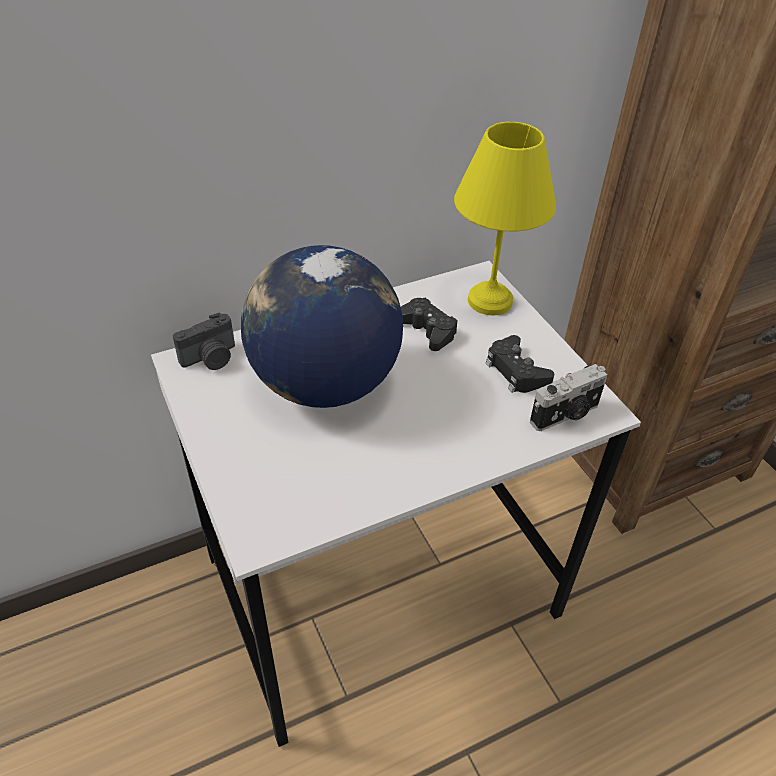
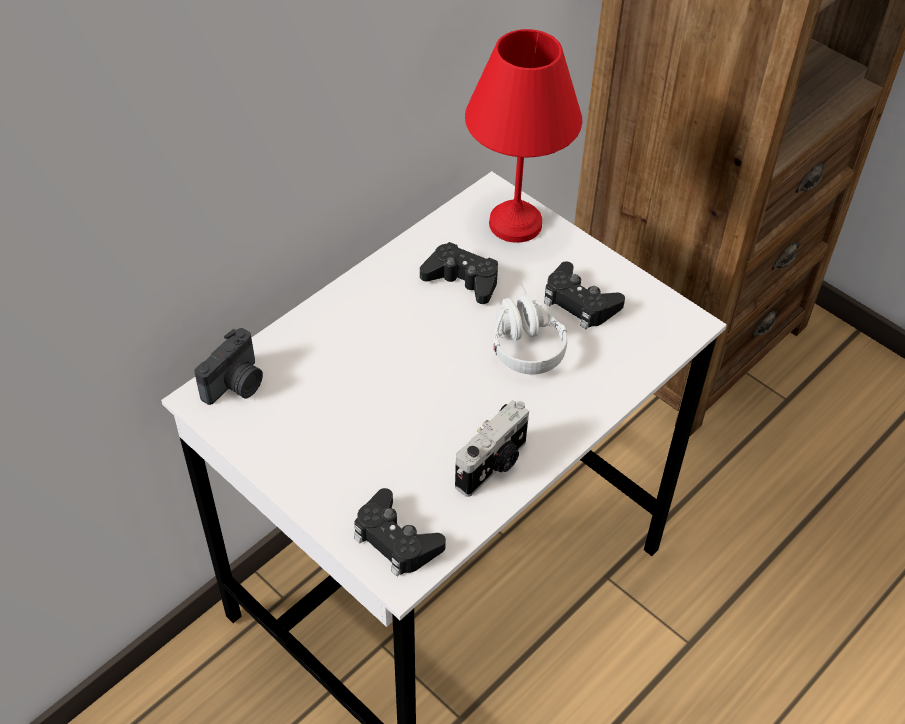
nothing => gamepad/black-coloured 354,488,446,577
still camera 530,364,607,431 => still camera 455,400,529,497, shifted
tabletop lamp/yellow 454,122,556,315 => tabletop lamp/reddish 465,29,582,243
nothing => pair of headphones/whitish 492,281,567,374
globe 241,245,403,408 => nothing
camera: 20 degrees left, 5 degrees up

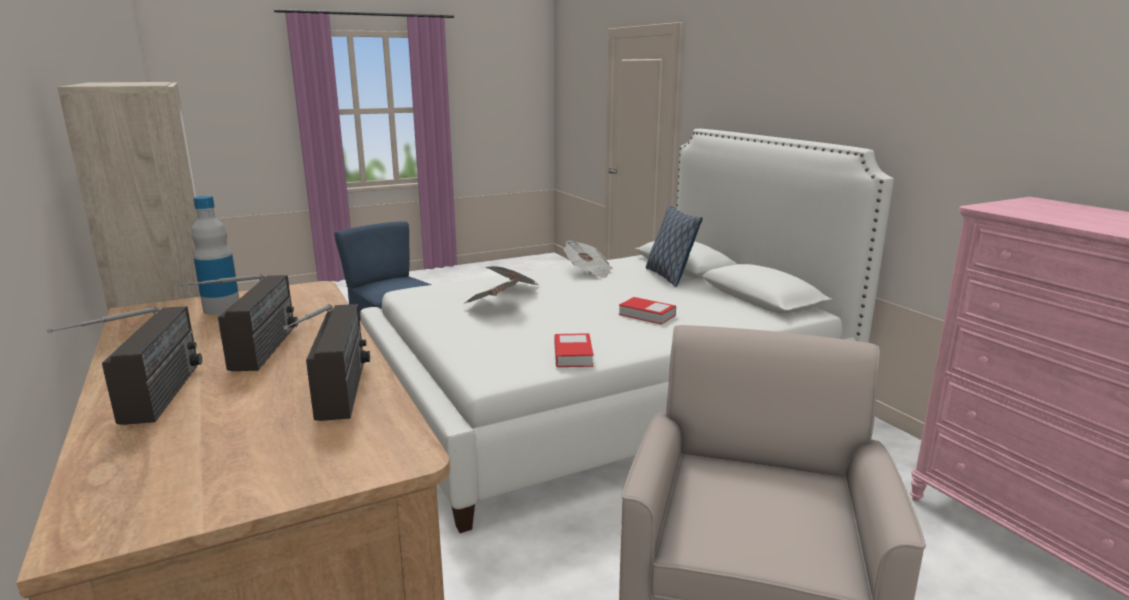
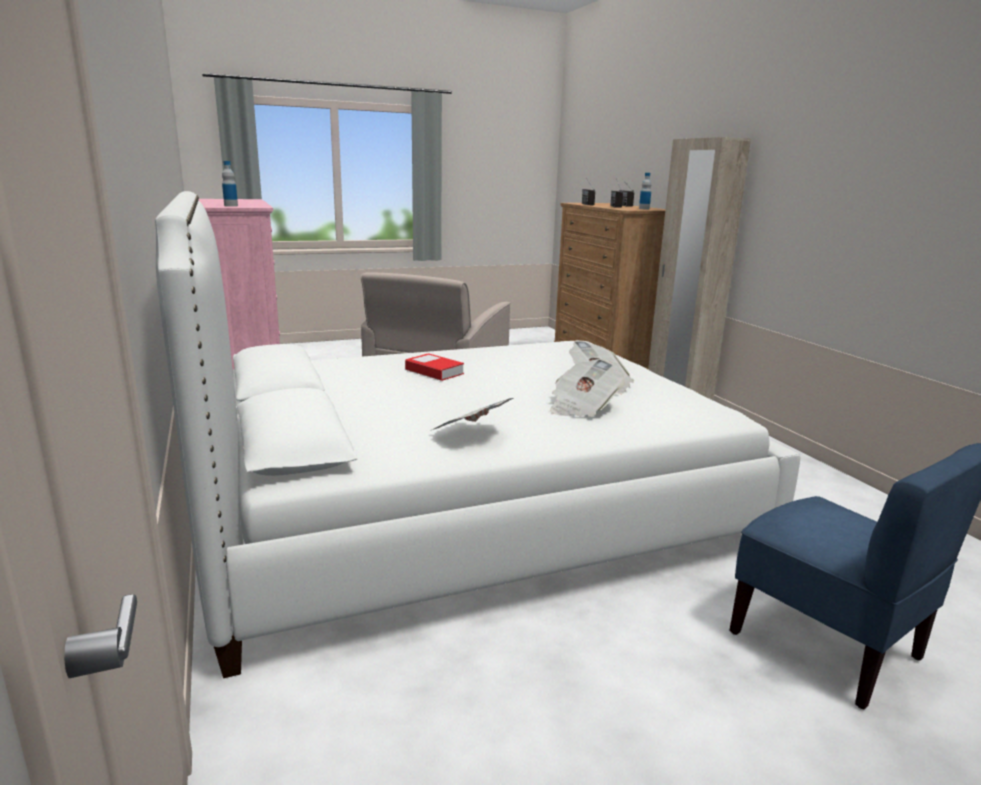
nothing => bottle 222,161,238,207
bound book 555,333,593,367 => nothing
cushion 646,205,703,287 => nothing
camera: 175 degrees left, 0 degrees up

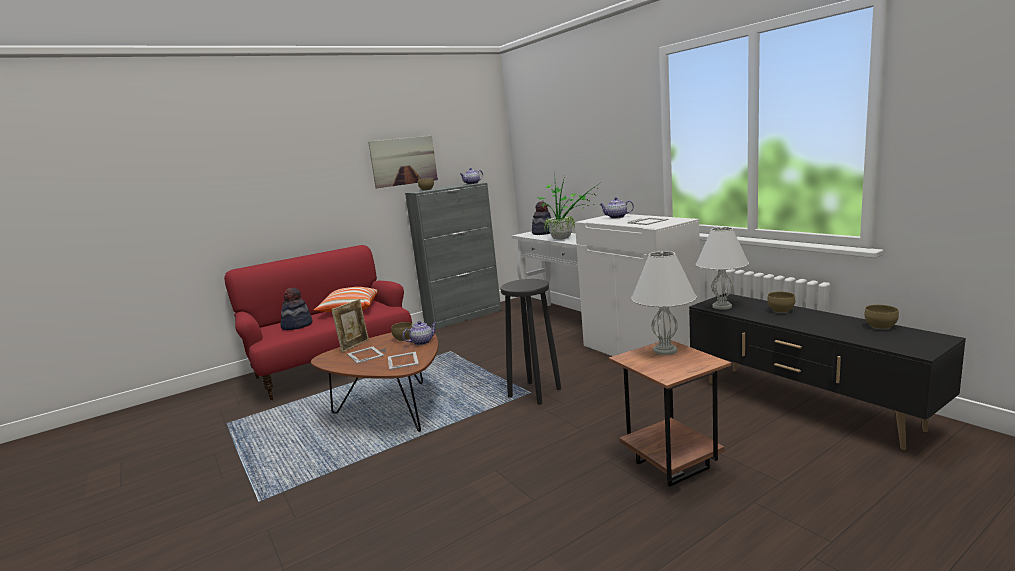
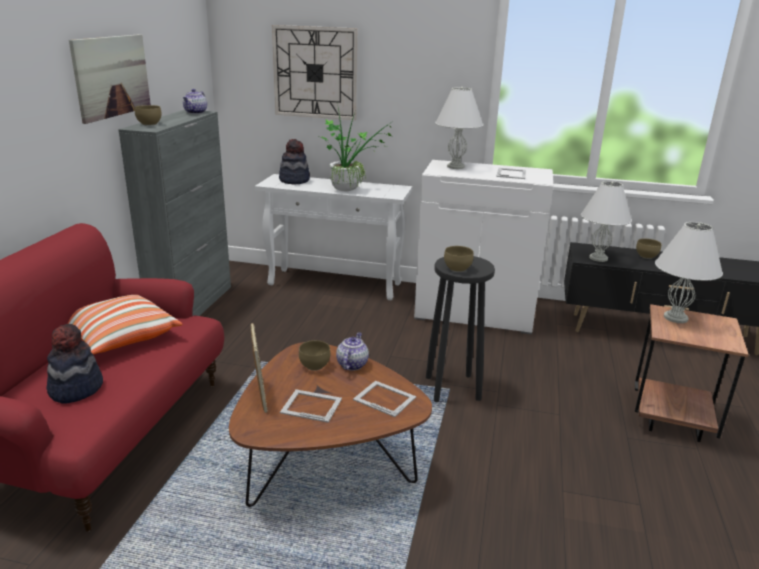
nothing => clock on the wall 272,25,358,120
pot for tea 599,197,634,219 => tabletop lamp/whitish 435,87,483,169
serving bowl/brownish 864,305,899,329 => serving bowl/brownish 444,246,474,272, shifted
camera: 45 degrees left, 10 degrees up

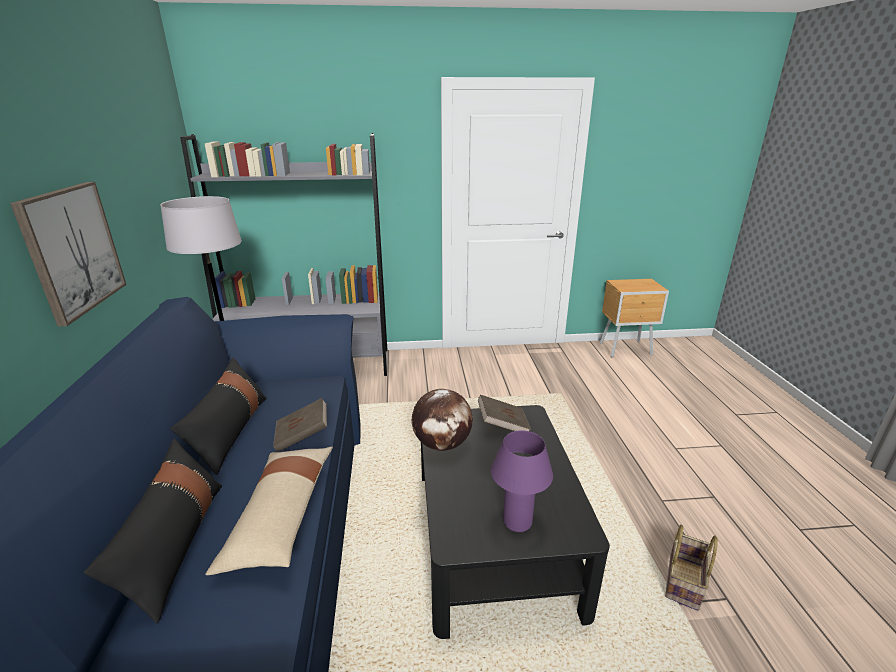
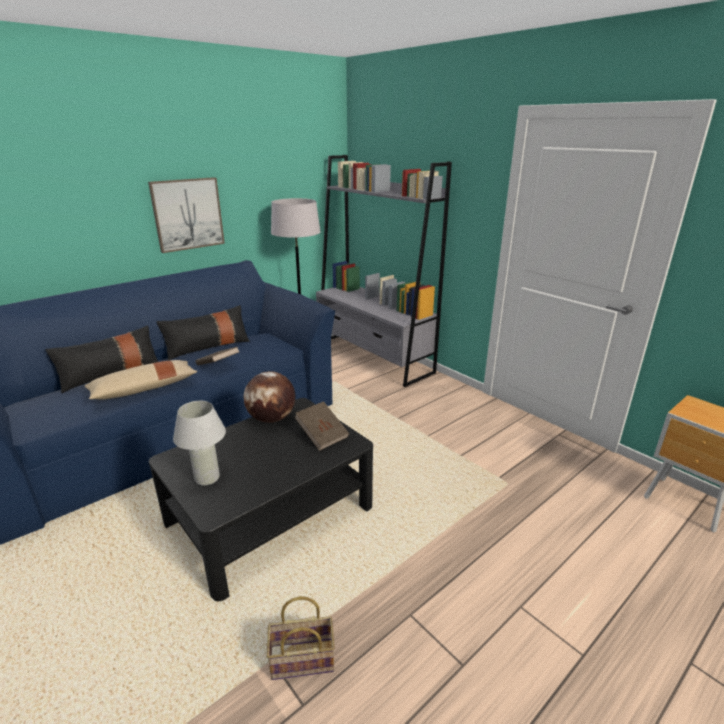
tabletop lamp/purplish 491,431,553,532 => tabletop lamp/whitish 173,401,226,486
camera: 55 degrees right, 0 degrees up

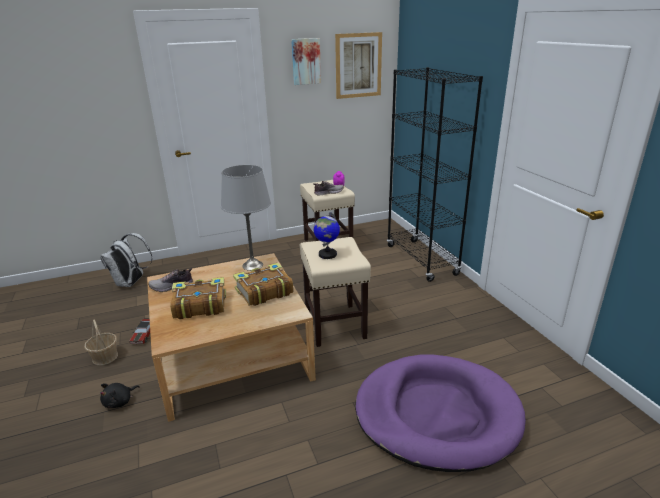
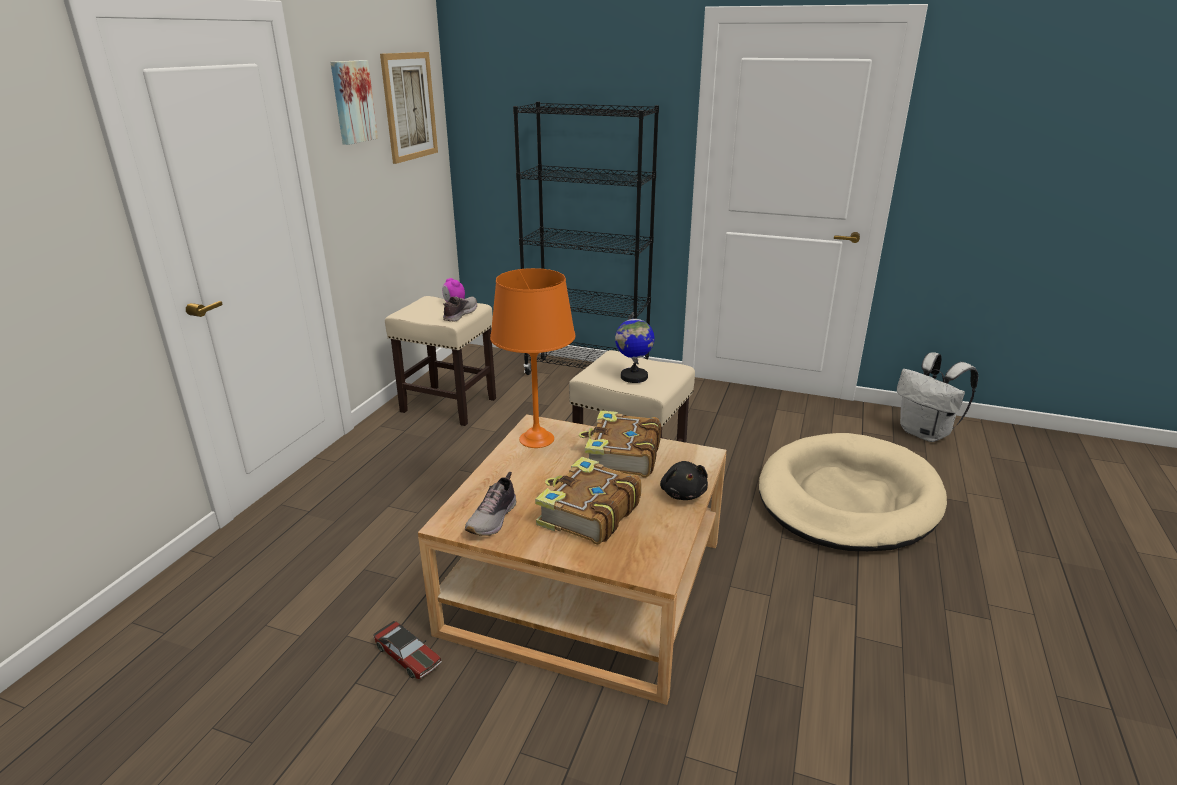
tabletop lamp/grey 221,165,271,271 => tabletop lamp/orangey 490,268,575,448
cuddly toy/black-coloured 100,383,140,408 => cuddly toy/black-coloured 660,461,708,500, shifted
dog cushion/purplish 355,354,526,472 => dog cushion/beige 759,433,947,551
rucksack/whitish 100,233,152,287 => rucksack/whitish 897,352,978,442, shifted
household basket 84,320,118,365 => nothing
camera: 50 degrees left, 0 degrees up

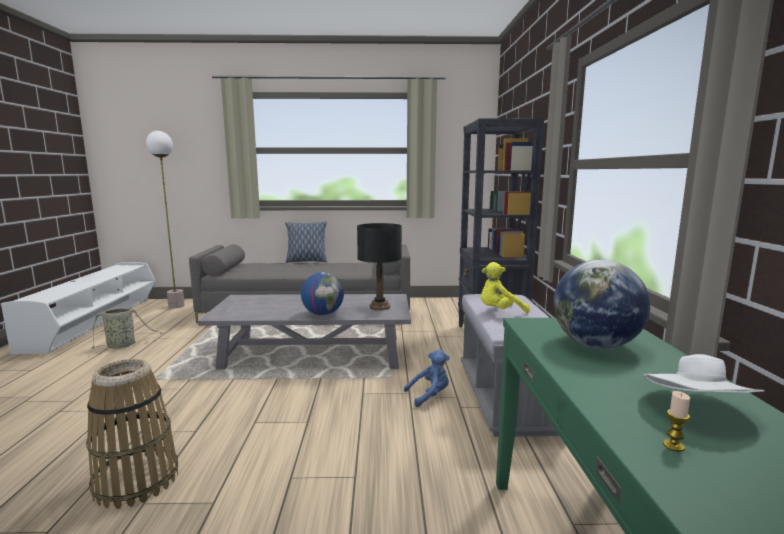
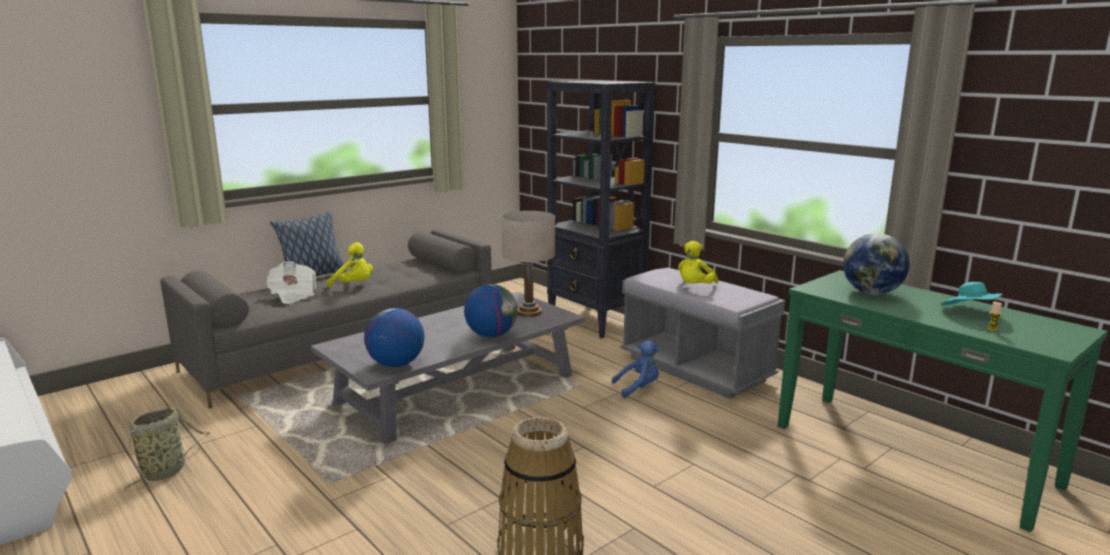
nothing => newspaper 266,262,316,304
nothing => cuddly toy/yellow 327,242,373,287
nothing => globe 364,308,424,367
tabletop lamp/black-coloured 357,223,402,311 => tabletop lamp/beige 501,211,555,317
cuddly toy/bluish 404,350,450,407 => cuddly toy/bluish 612,341,660,398, 45 degrees clockwise
clothing hat/whitish 642,354,764,393 => clothing hat/turquoise 941,282,1002,306
standard lamp 146,131,185,308 => nothing
camera: 40 degrees left, 5 degrees up

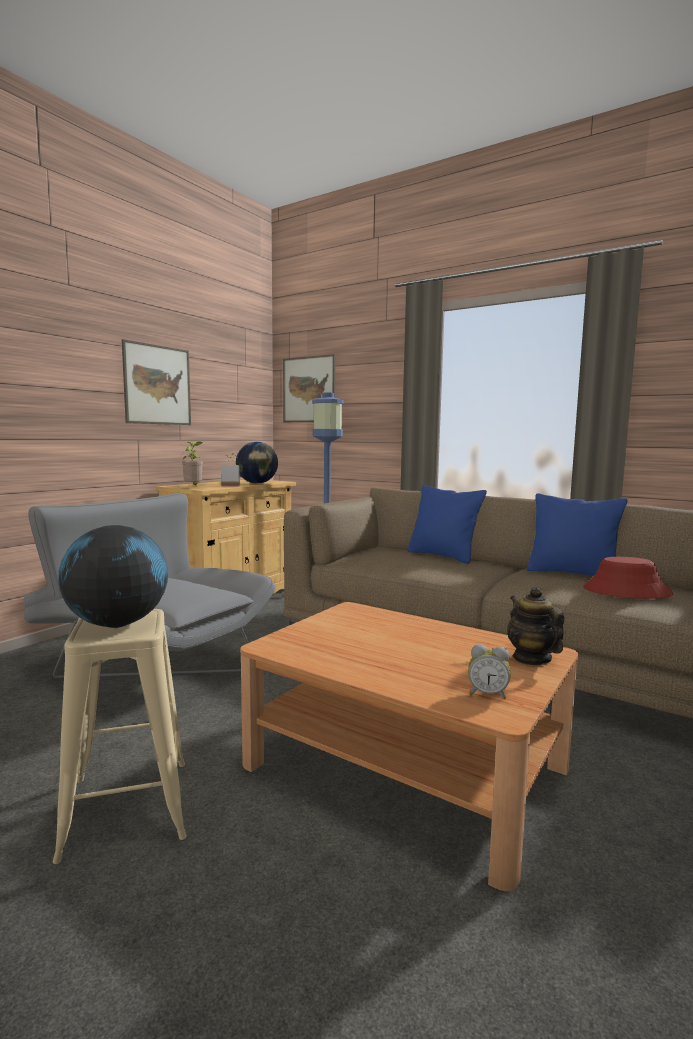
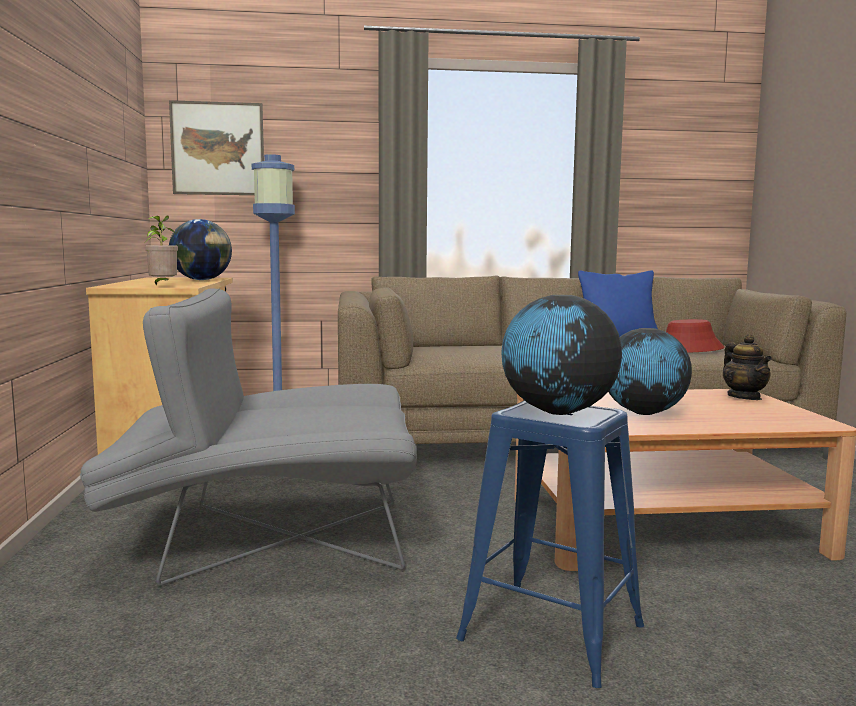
stool seat/beige 53,609,187,864 => stool seat/bluish 456,400,644,688
nothing => globe 608,328,692,415
pot for tea 507,587,564,665 => pot for tea 723,334,772,400, 135 degrees counterclockwise
wall art 122,339,191,425 => nothing
potted plant 221,453,240,486 => nothing
cushion/bluish 407,485,487,564 => nothing
alarm clock 468,644,510,700 => nothing
camera: 40 degrees left, 0 degrees up

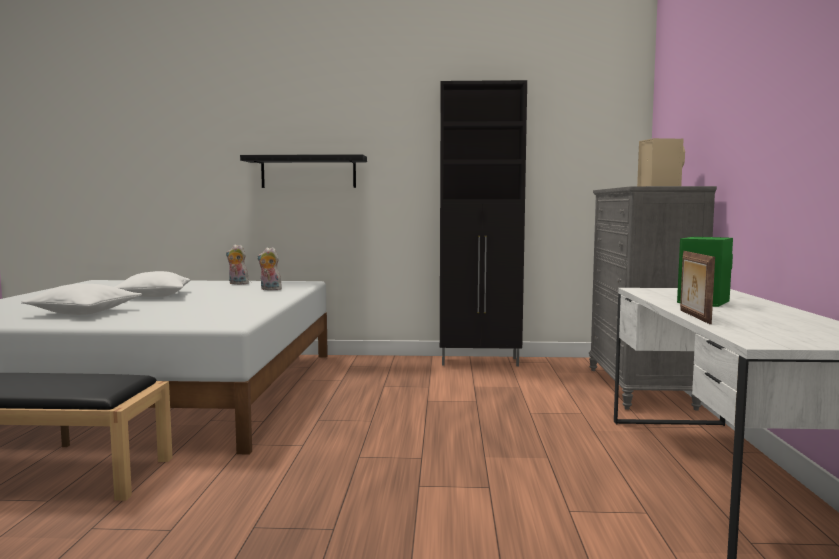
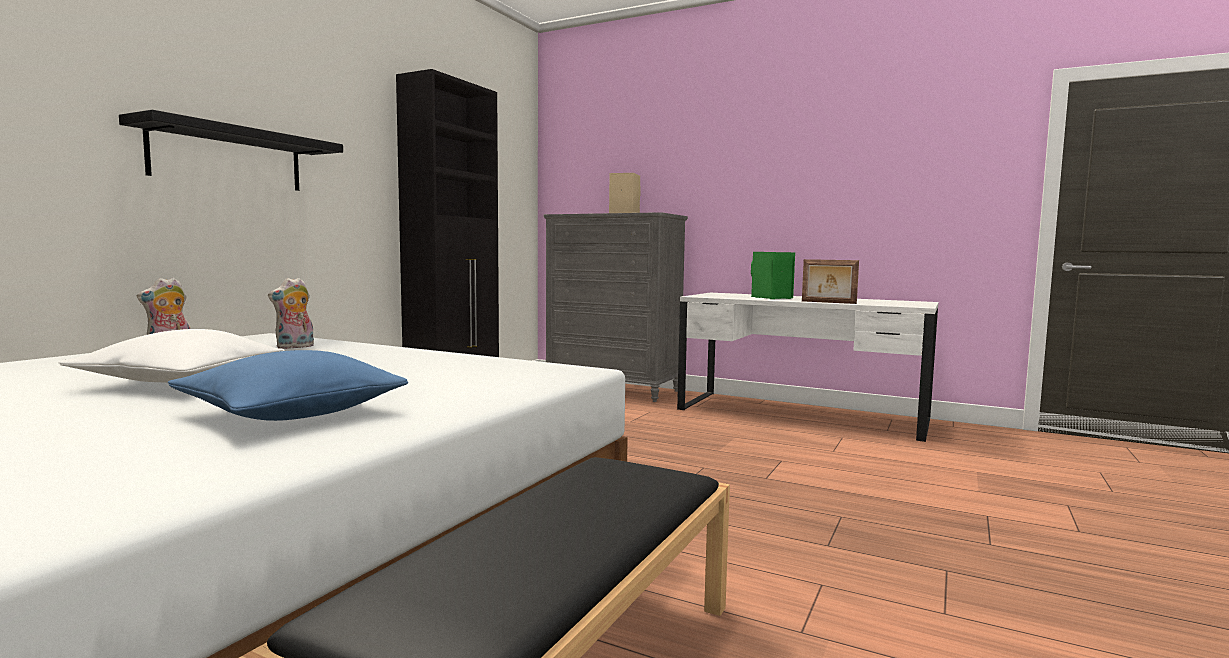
cushion/whitish 21,284,142,315 => cushion/bluish 168,350,408,421
camera: 65 degrees left, 0 degrees up

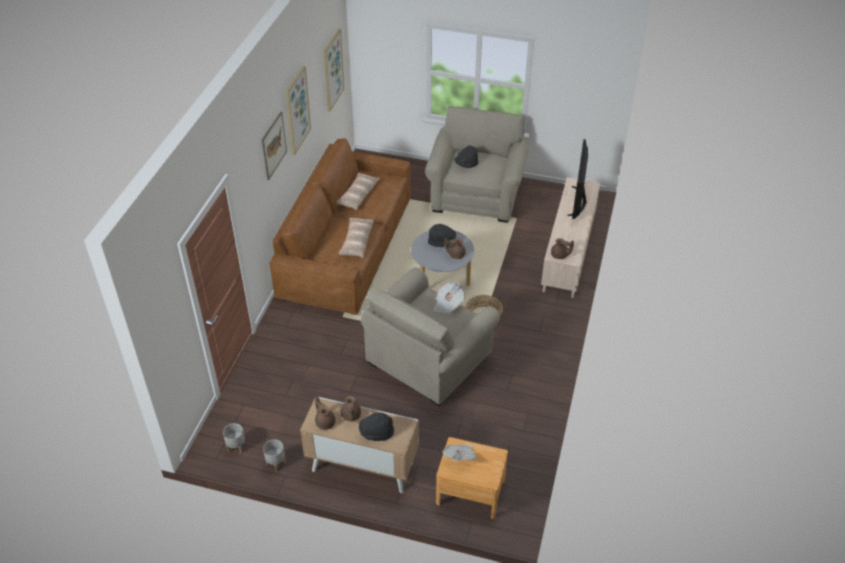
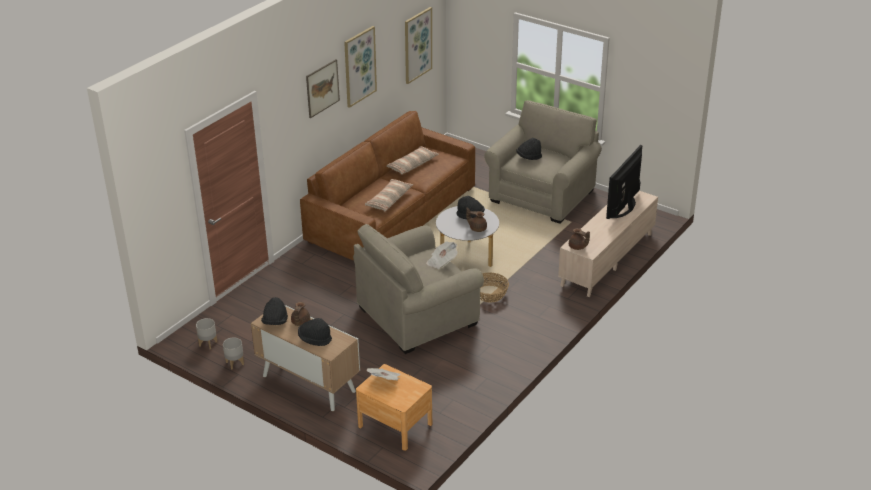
pot for tea/brownish 315,396,336,430 => clothing hat/black-coloured 261,297,288,325
camera: 20 degrees right, 10 degrees down

